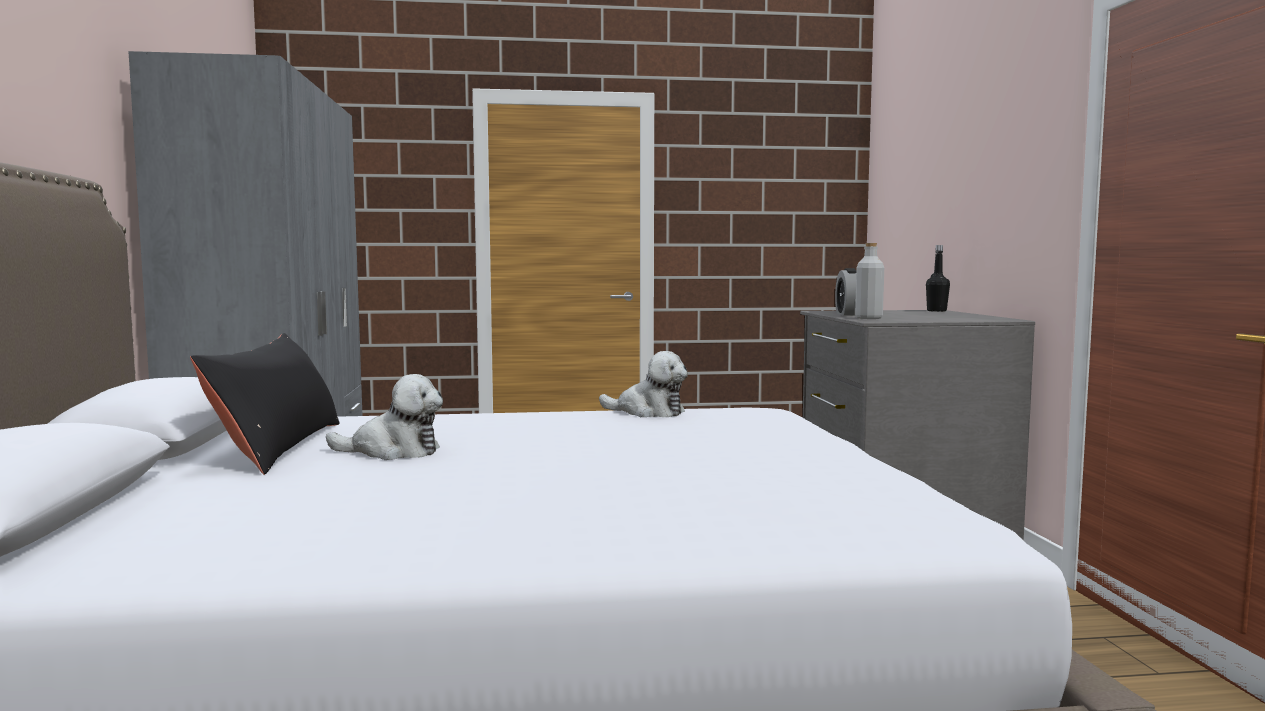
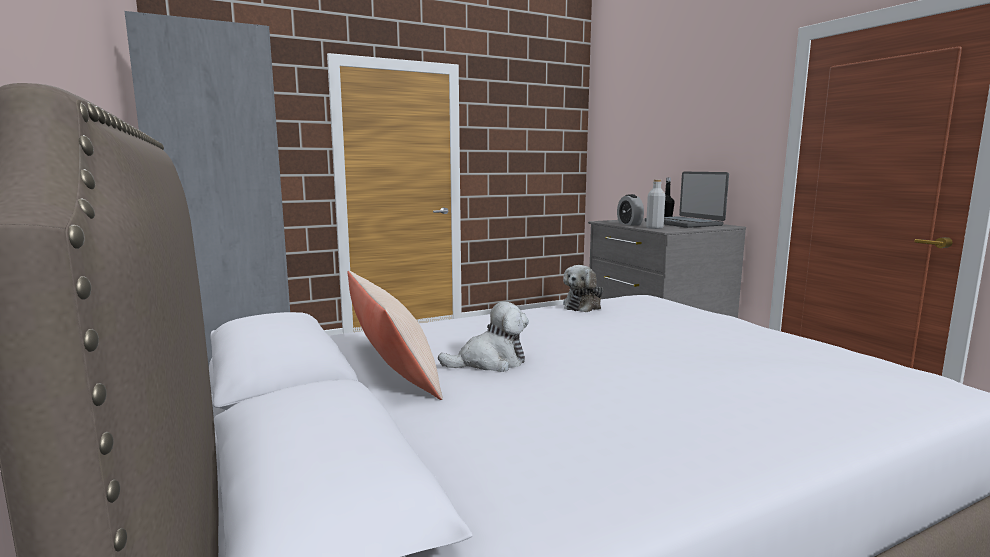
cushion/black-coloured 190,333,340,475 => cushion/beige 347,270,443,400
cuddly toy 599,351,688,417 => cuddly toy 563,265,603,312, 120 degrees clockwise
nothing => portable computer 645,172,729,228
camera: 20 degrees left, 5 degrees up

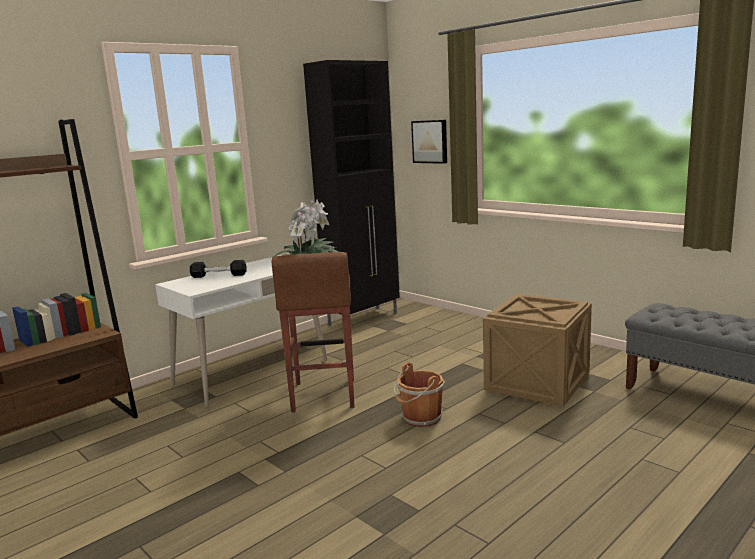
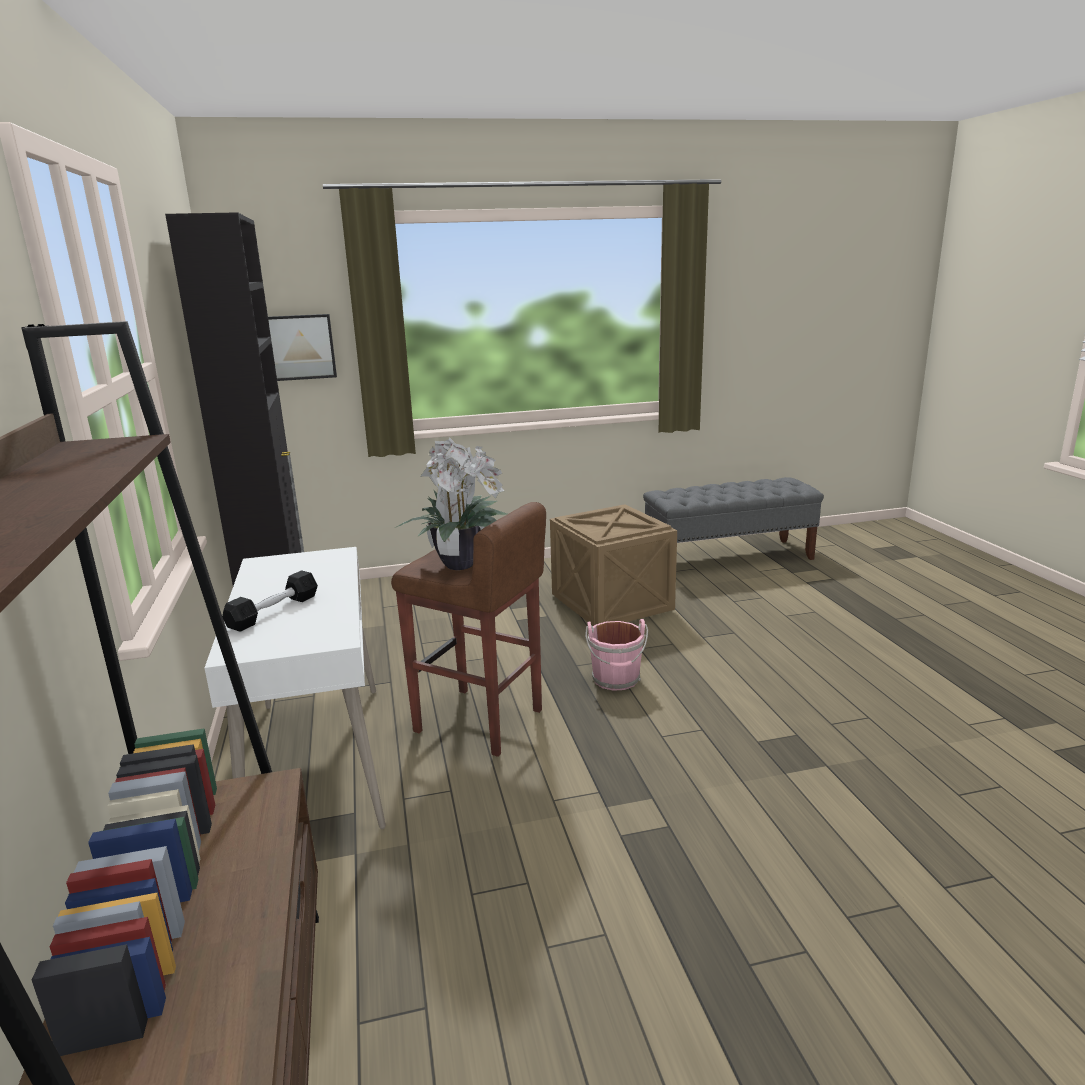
bucket/brownish 394,362,445,427 => bucket/pinkish 585,619,648,691
camera: 60 degrees left, 5 degrees up

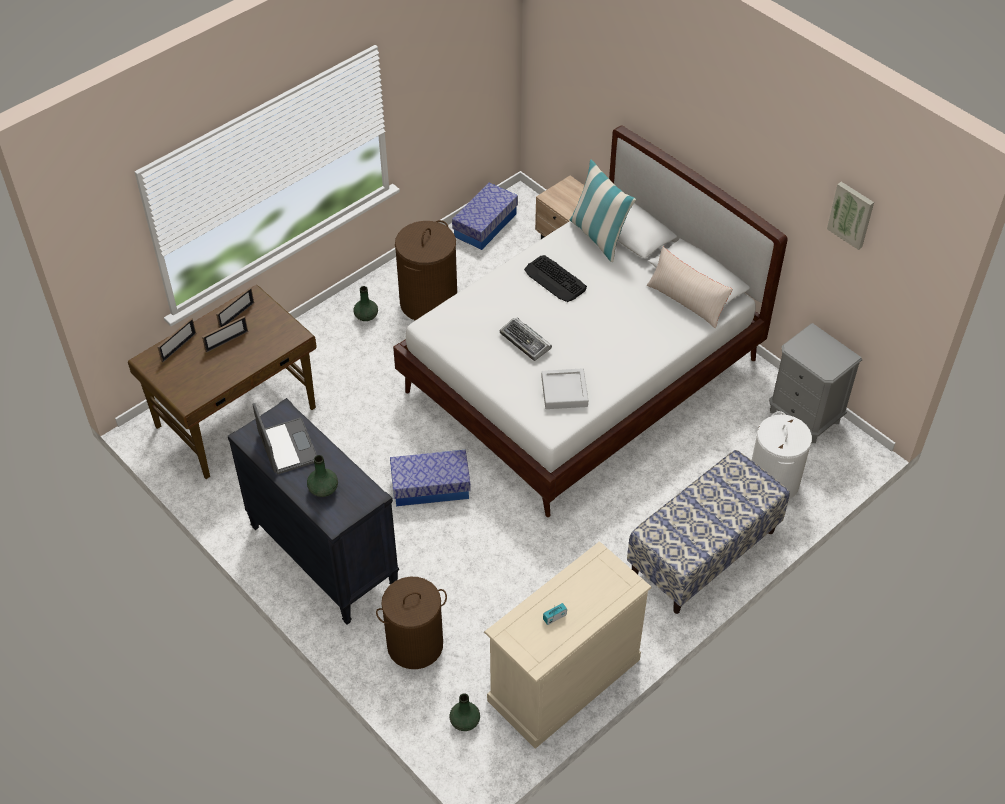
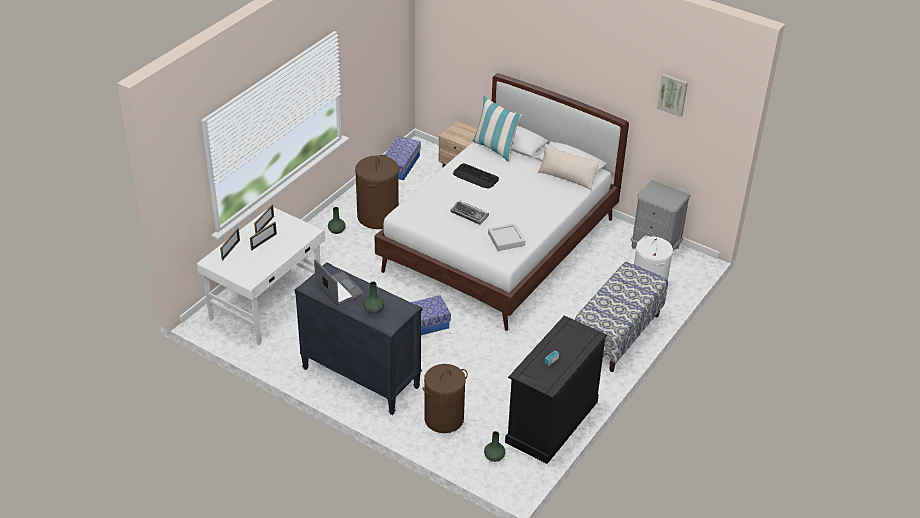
desk/brownish 128,285,317,479 => desk/whitish 197,207,325,345
drawer chest/beige 484,541,651,749 => drawer chest/black-coloured 505,315,607,464
camera: 15 degrees left, 10 degrees down

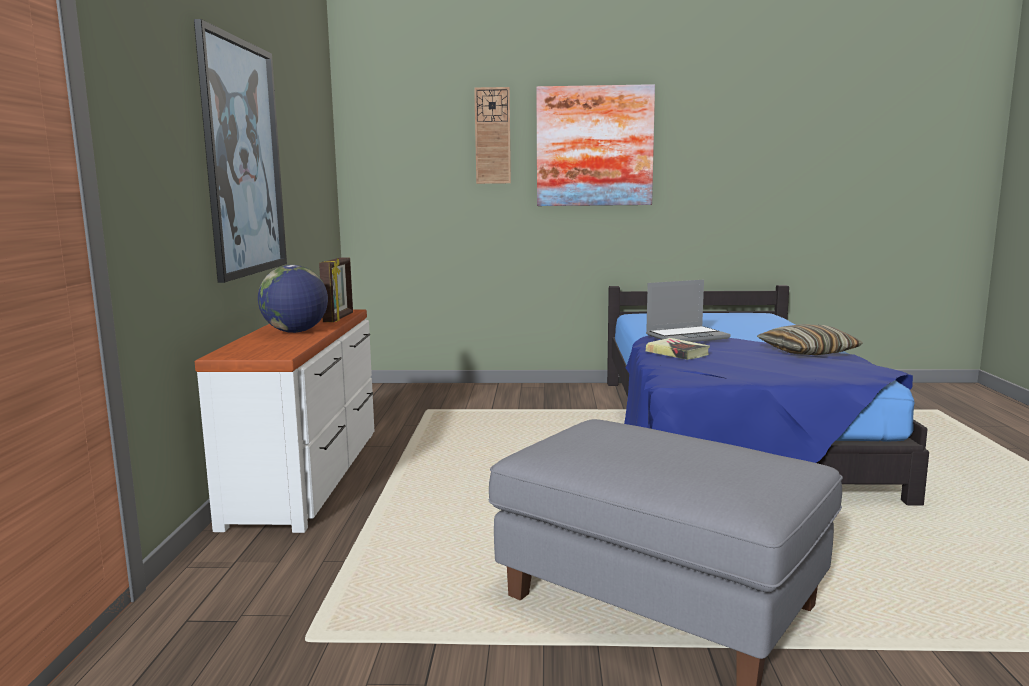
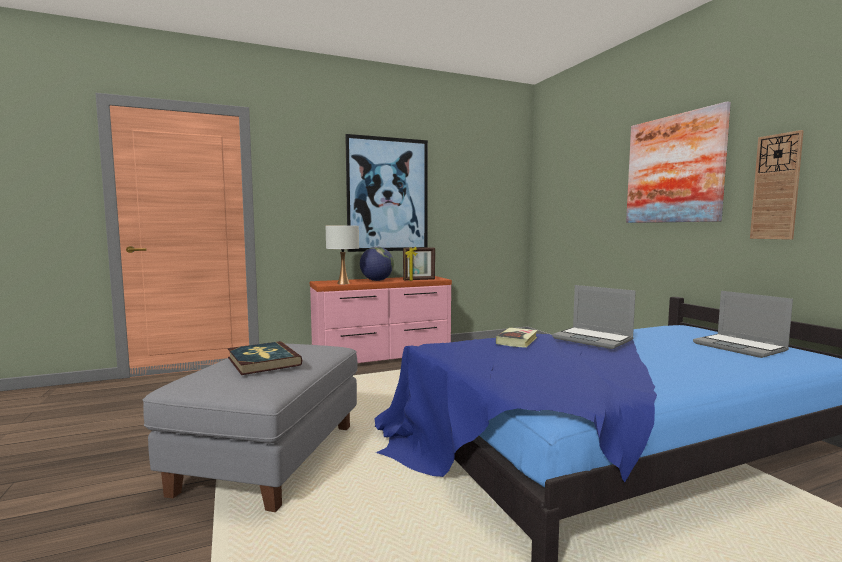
nothing => bound book 228,341,302,375
drawer chest/whitish 195,310,374,533 => drawer chest/pinkish 310,276,452,363
nothing => tabletop lamp/whitish 326,226,359,284
nothing => portable computer 693,291,793,358
clock on the wall 474,87,511,184 => clock on the wall 750,130,804,240, shifted
cushion 757,324,863,355 => nothing
camera: 65 degrees right, 5 degrees down

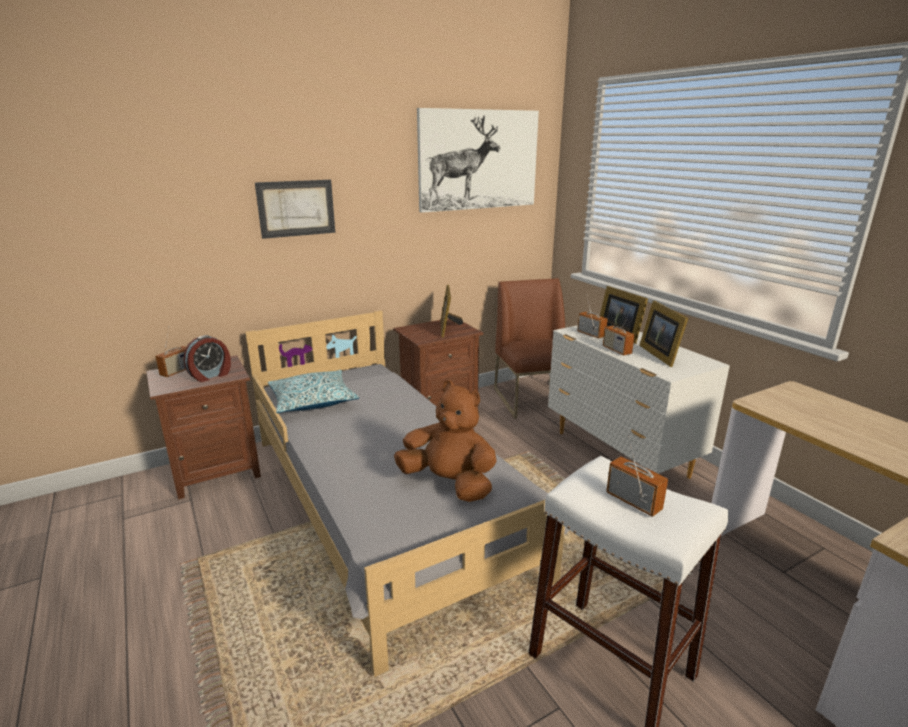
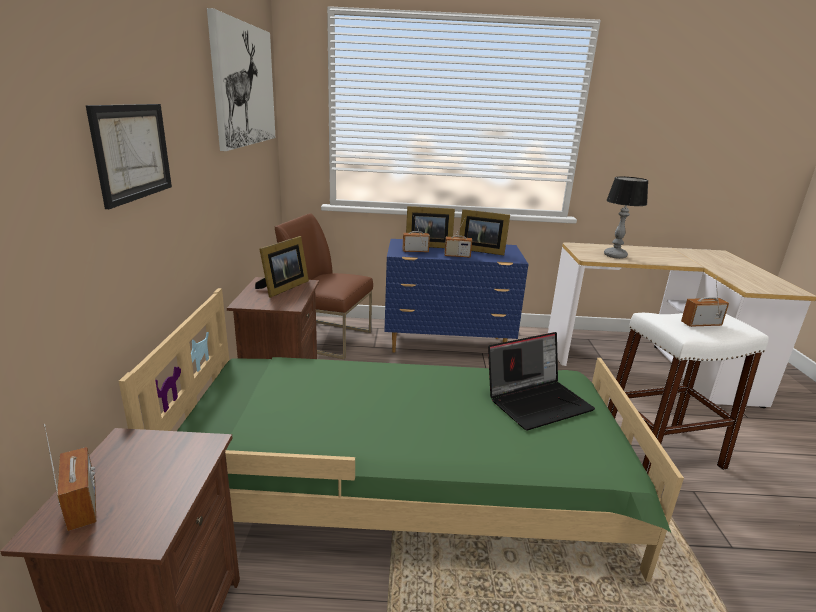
sleeping bed/grey 245,310,569,677 => sleeping bed/green-coloured 119,288,684,582
photo frame 440,285,463,338 => photo frame 255,236,309,298, 90 degrees counterclockwise
drawer chest/whitish 548,325,730,479 => drawer chest/bluish 384,239,529,353
cuddly toy/brownish 394,380,496,502 => portable computer 488,332,595,431
nothing => tabletop lamp 604,176,648,259
alarm clock 183,335,231,382 => nothing
cushion 268,370,359,413 => nothing
camera: 60 degrees left, 0 degrees up

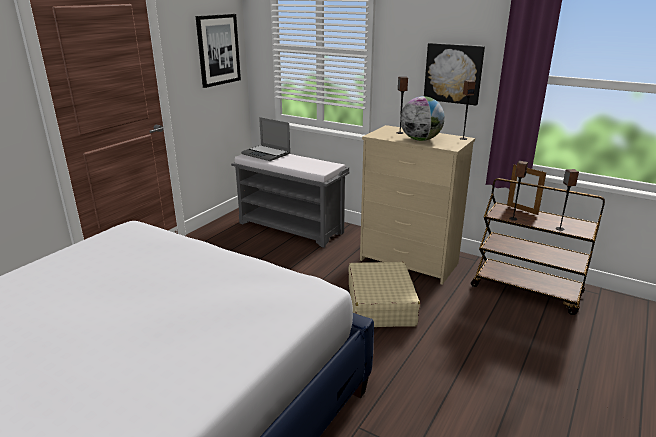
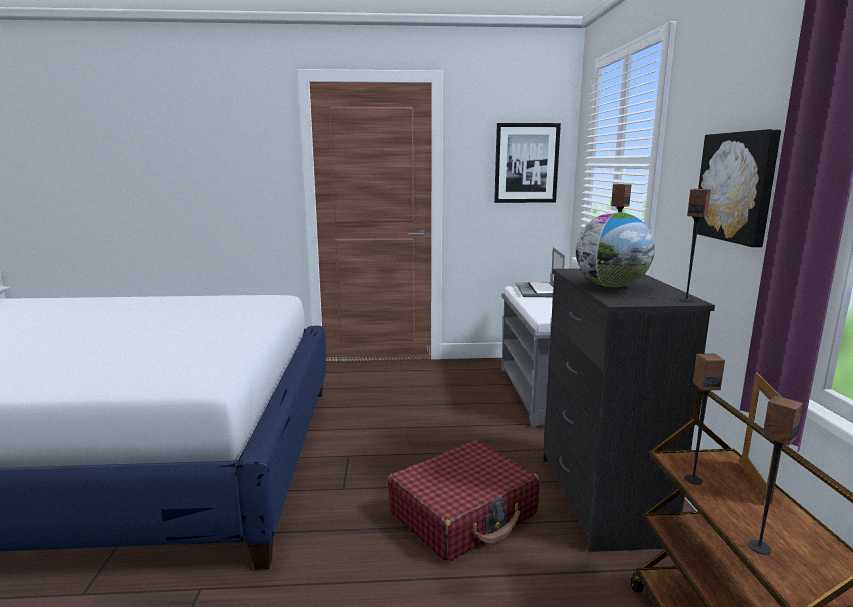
piece of luggage/beige 349,262,420,327 => piece of luggage/reddish 388,440,539,562
drawer chest/beige 360,125,475,285 => drawer chest/black-coloured 543,268,715,552
camera: 55 degrees right, 10 degrees down

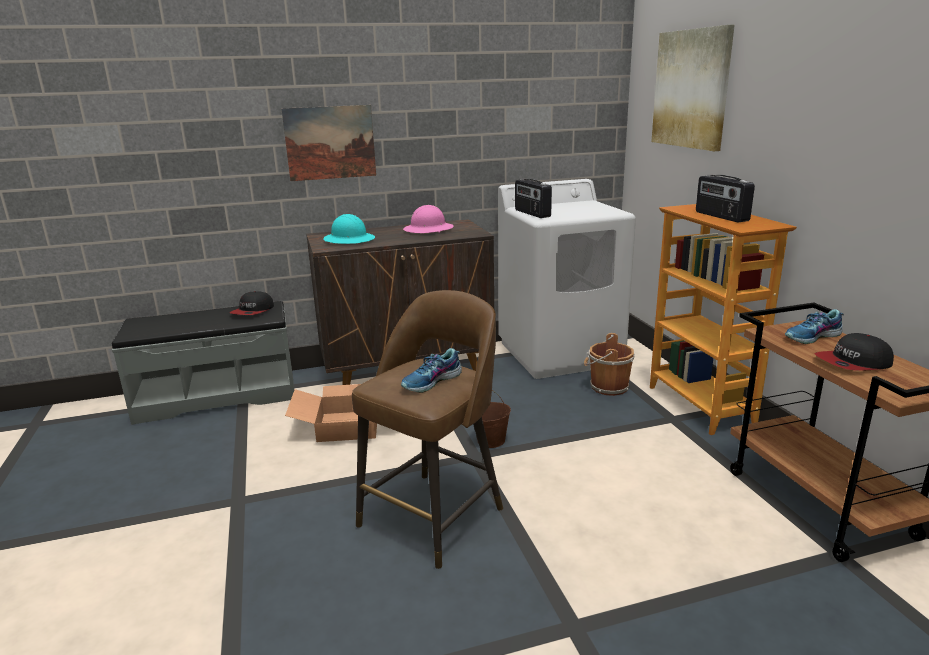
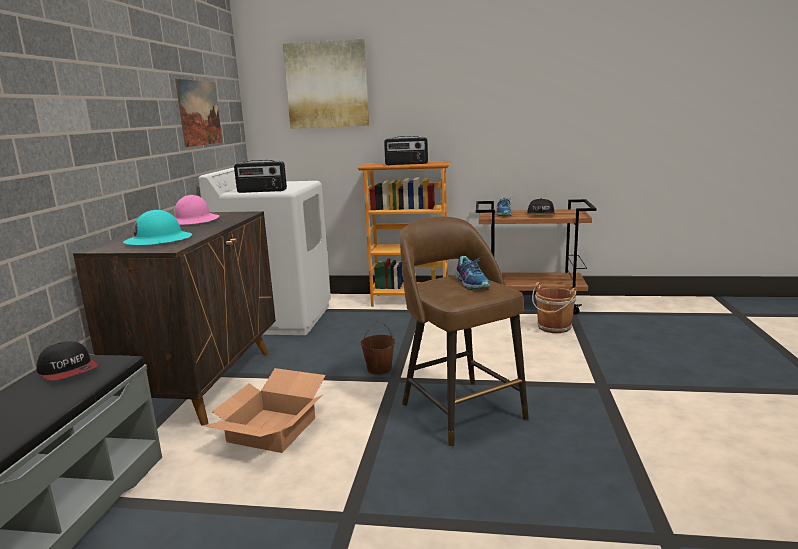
wall art 281,105,376,181 => wall art 175,79,222,147, shifted
bucket/brownish 584,333,635,396 => bucket/brownish 532,282,577,333, shifted
camera: 65 degrees left, 5 degrees down

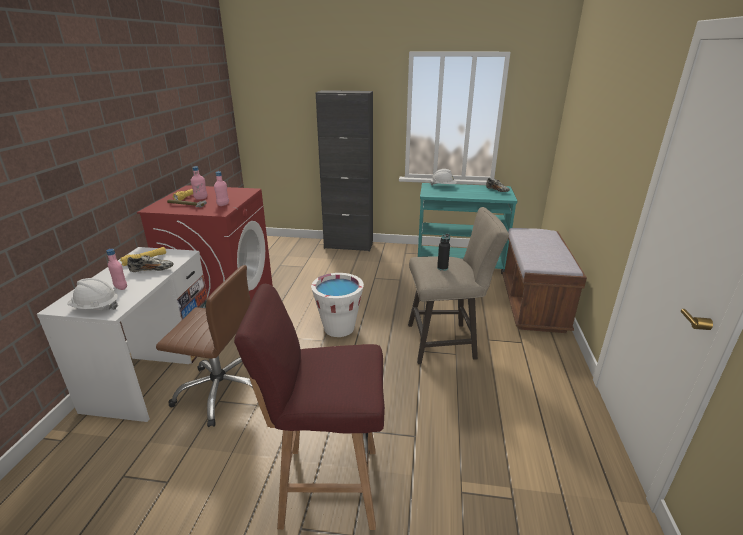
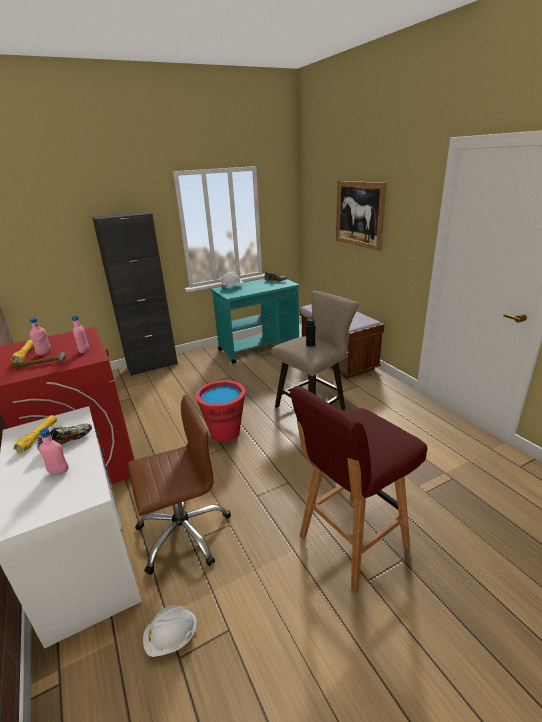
work helmet/whitish 67,278,118,310 => work helmet/whitish 143,605,198,657, shifted
bucket/whitish 311,273,364,337 => bucket/reddish 195,380,245,442
nothing => wall art 336,181,386,251
camera: 35 degrees left, 0 degrees up

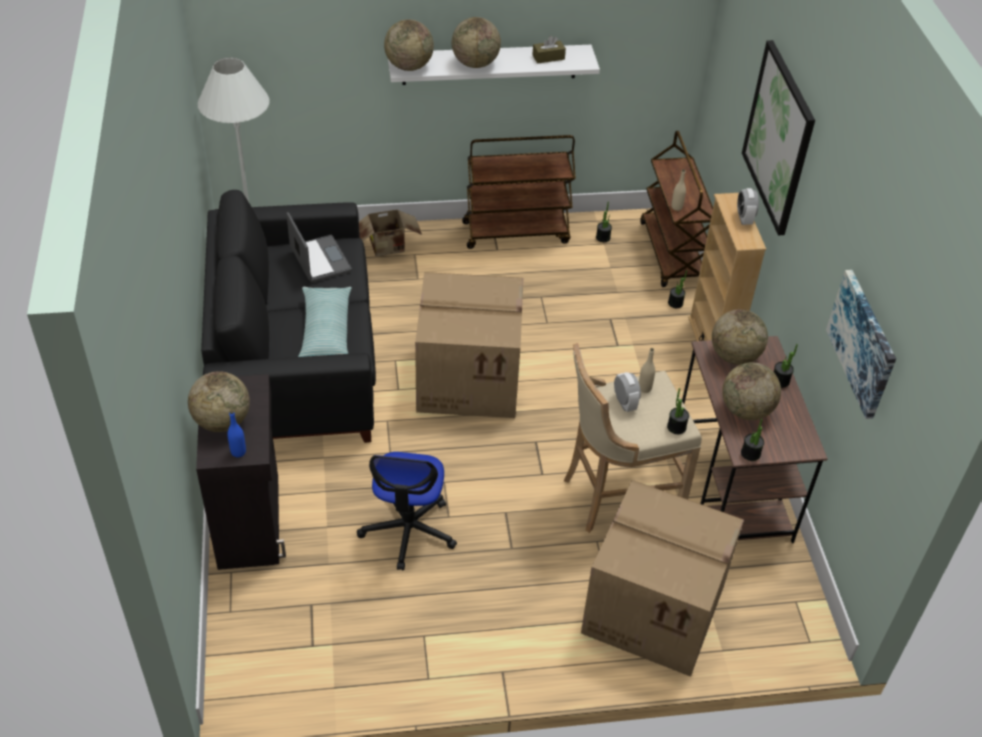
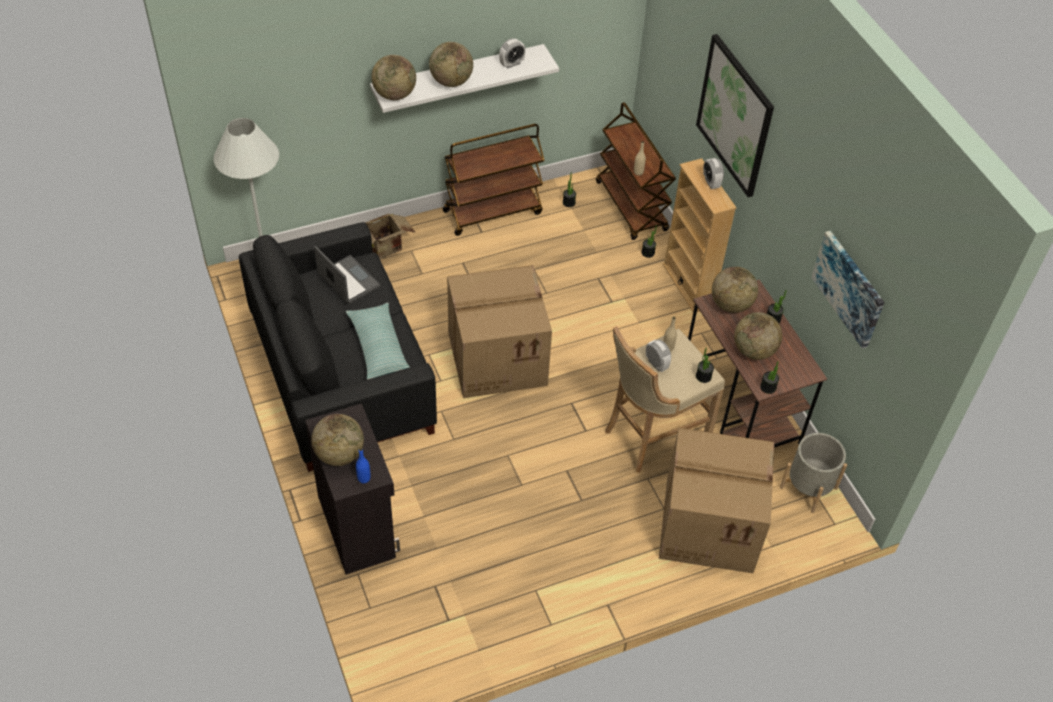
tissue holder/brownish 532,36,566,64 => alarm clock 499,38,526,68
nothing => plant pot/grey 780,433,847,513
computer chair 357,452,457,570 => nothing
camera: 15 degrees left, 5 degrees up

